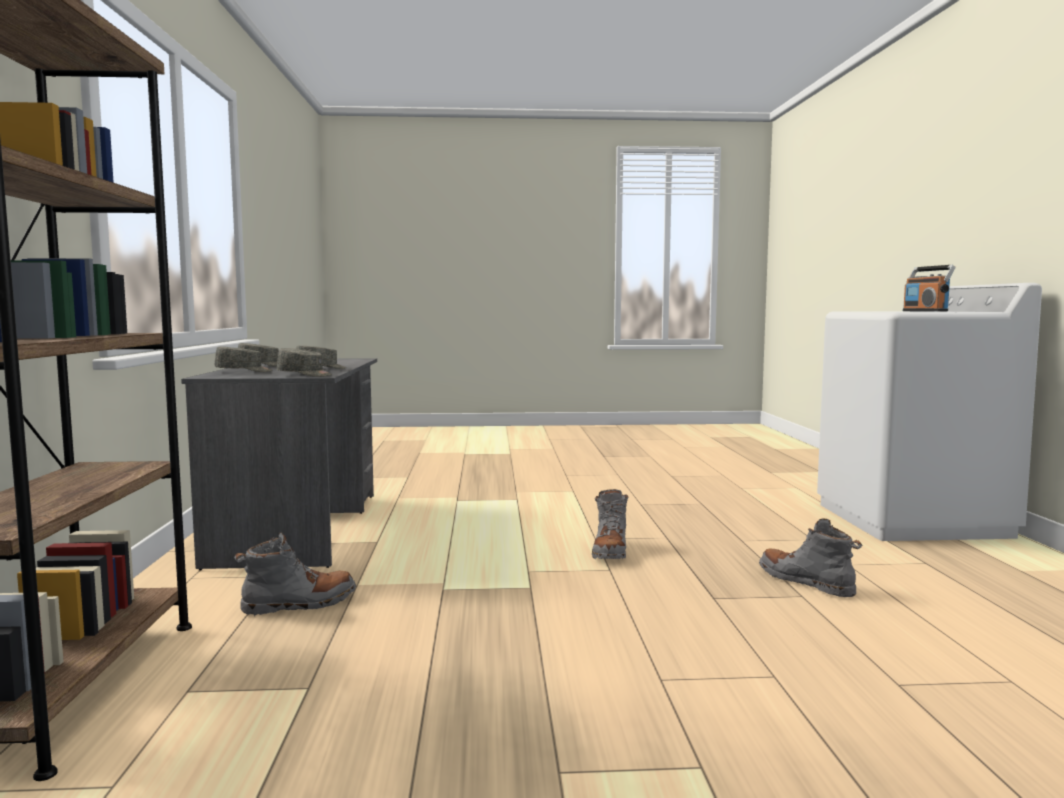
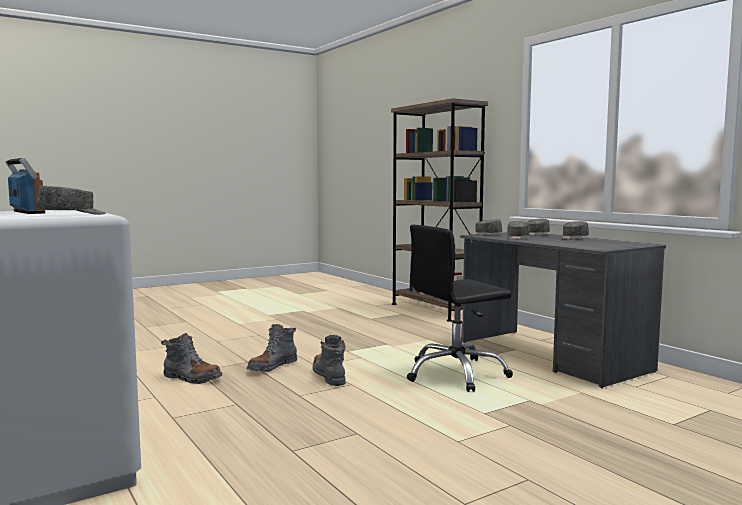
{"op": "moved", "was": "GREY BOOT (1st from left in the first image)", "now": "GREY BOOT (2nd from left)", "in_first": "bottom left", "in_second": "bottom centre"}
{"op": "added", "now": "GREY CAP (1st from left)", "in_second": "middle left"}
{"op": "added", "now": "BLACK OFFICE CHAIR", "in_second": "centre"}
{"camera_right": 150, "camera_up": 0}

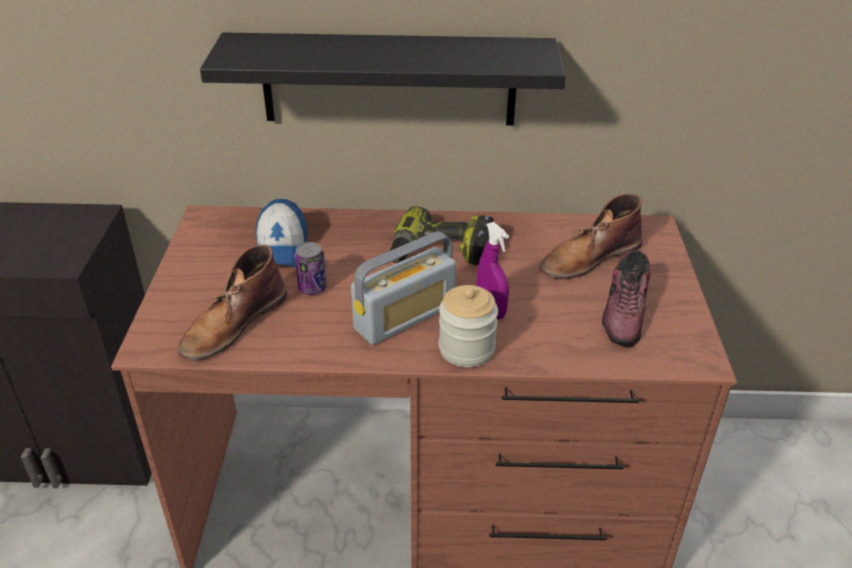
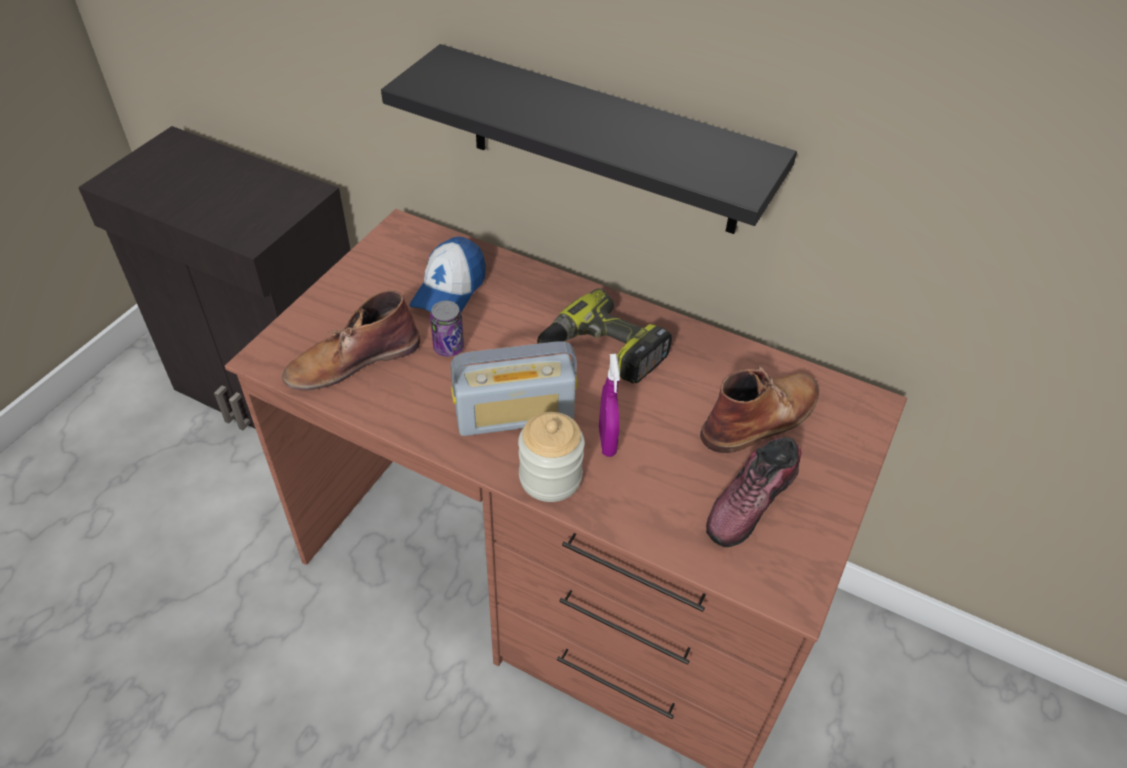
{"op": "turned", "was": "BROWN BOOT (2nd from left)", "in_first": "middle right", "in_second": "middle right", "clockwise": 150}
{"camera_right": 25, "camera_up": 10}

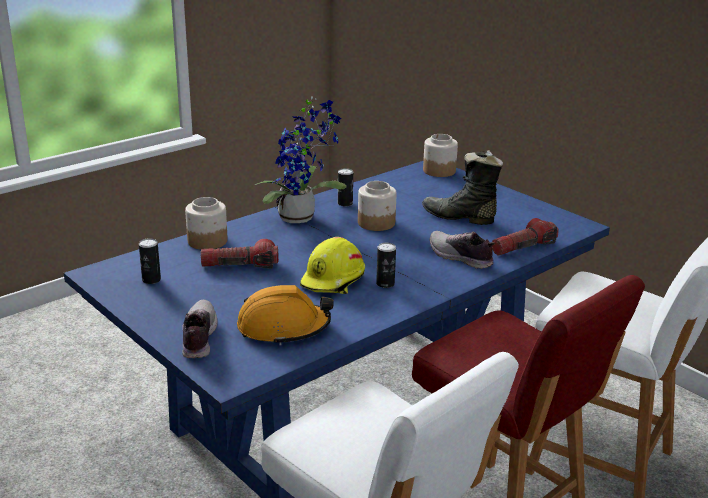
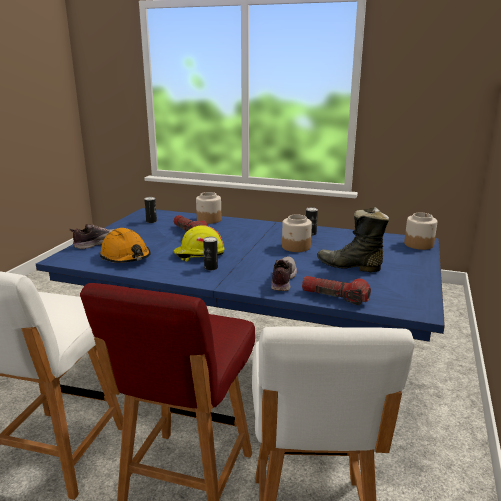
{"op": "removed", "was": "POTTED PLANT", "in_first": "top centre"}
{"op": "turned", "was": "BLACK BOOT", "in_first": "centre", "in_second": "middle right", "clockwise": -60}
{"camera_right": 60, "camera_up": -5}

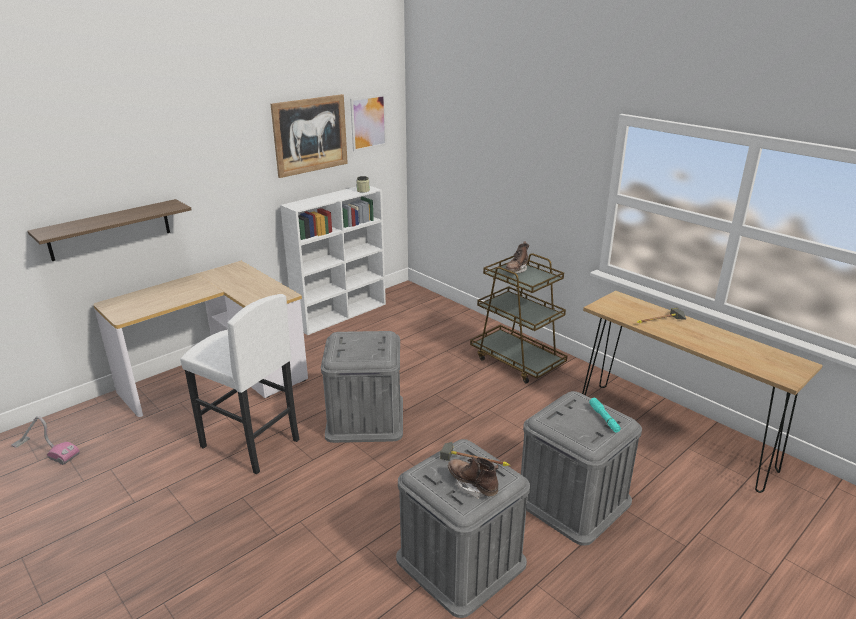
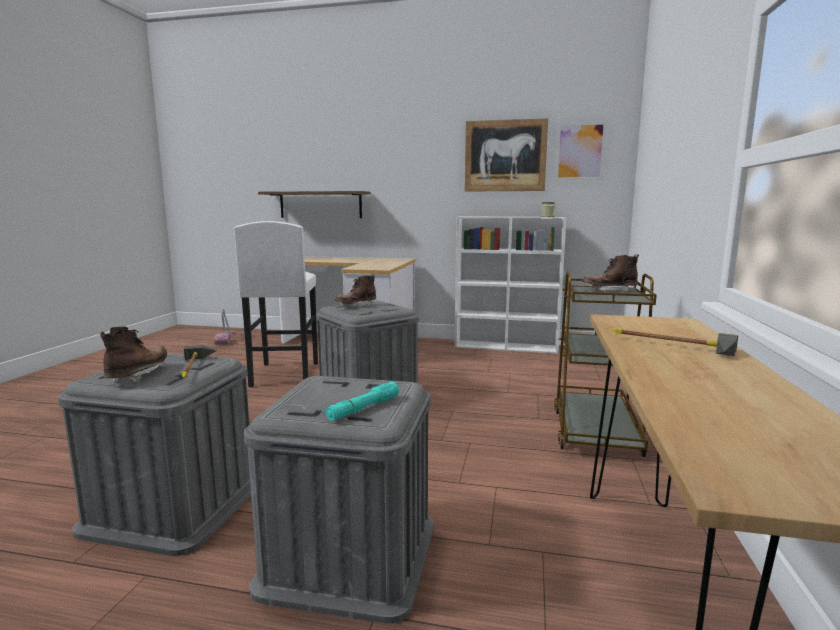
{"op": "added", "now": "BROWN BOOT (2nd from left)", "in_second": "centre"}
{"camera_right": 55, "camera_up": -15}

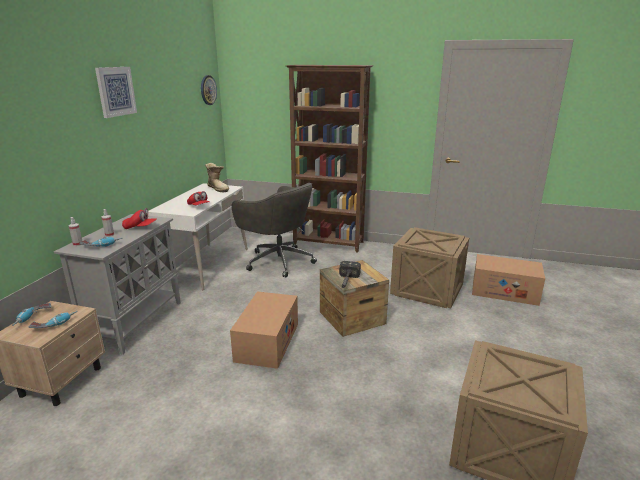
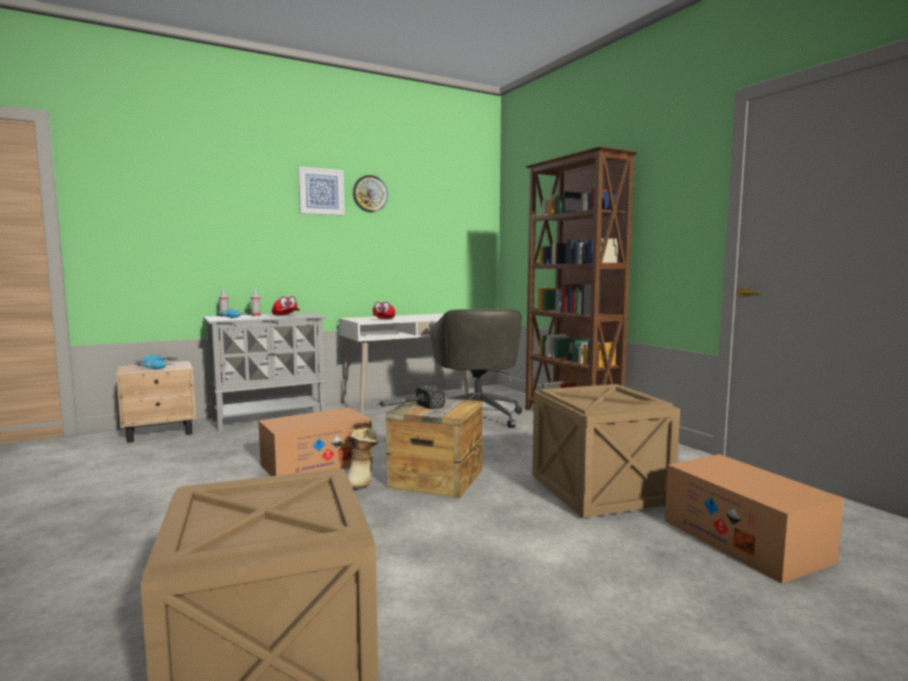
{"op": "moved", "was": "WALL CLOCK", "in_first": "top left", "in_second": "top centre"}
{"op": "moved", "was": "BOOT", "in_first": "centre", "in_second": "bottom centre"}
{"camera_right": 45, "camera_up": -15}

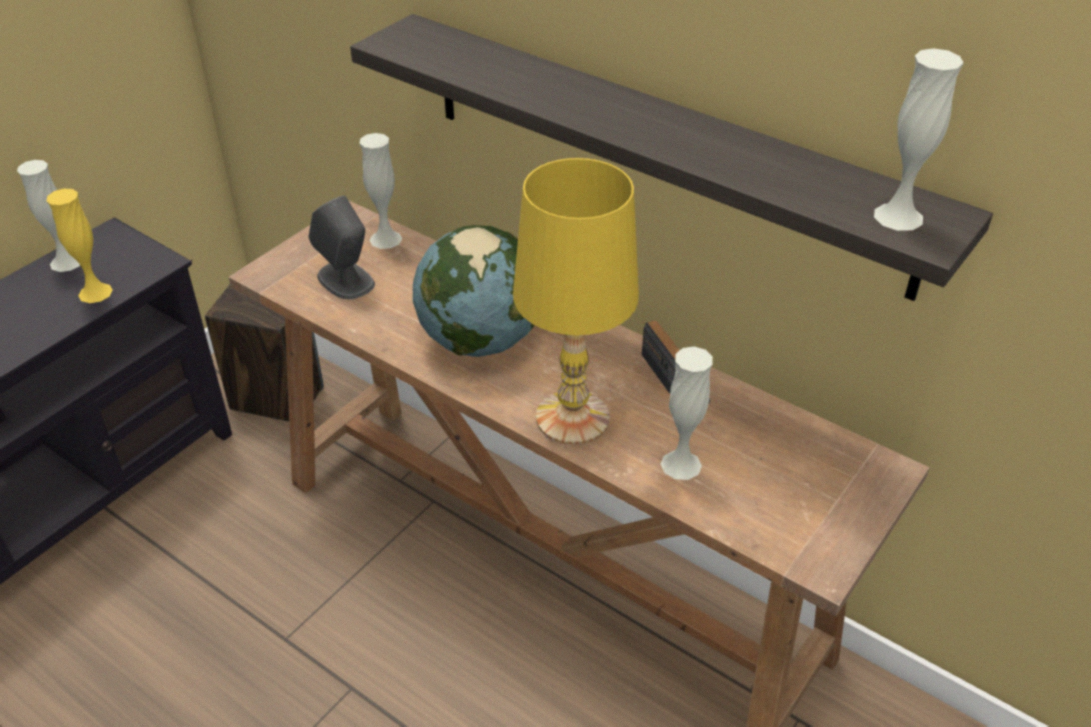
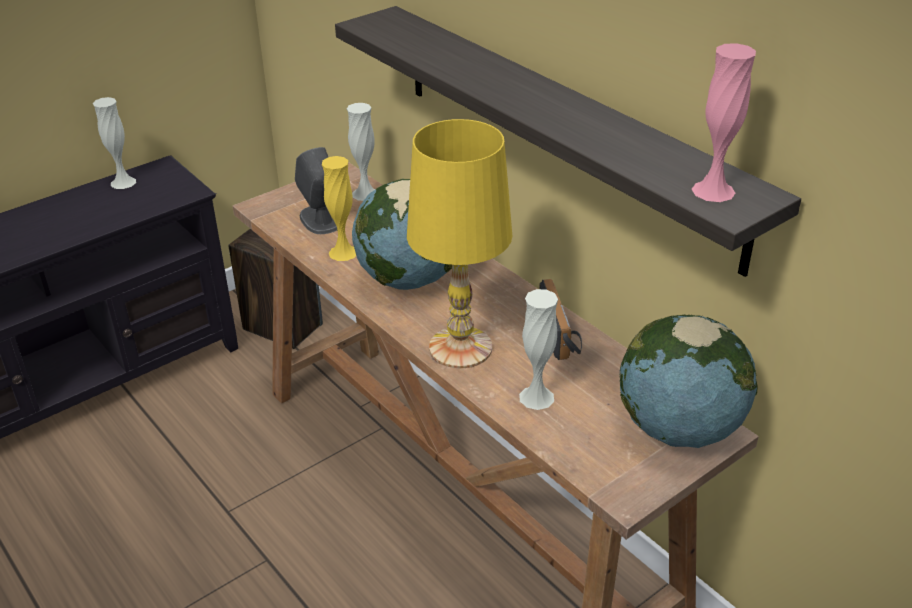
{"op": "moved", "was": "YELLOW VASE", "in_first": "middle left", "in_second": "centre"}
{"op": "recoloured", "was": "WHITE VASE (4th from left)", "now": "PINK VASE", "in_first": "top right", "in_second": "top right"}
{"op": "added", "now": "GLOBE (2nd from left)", "in_second": "middle right"}
{"camera_right": 15, "camera_up": -5}

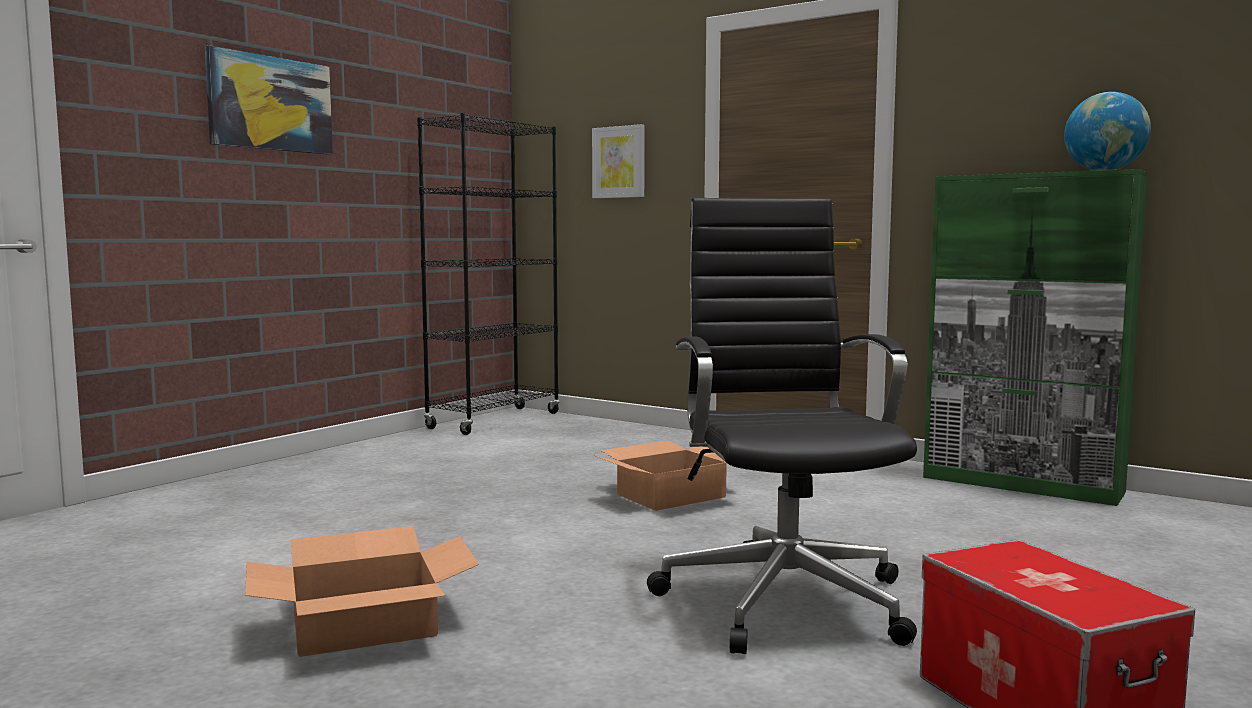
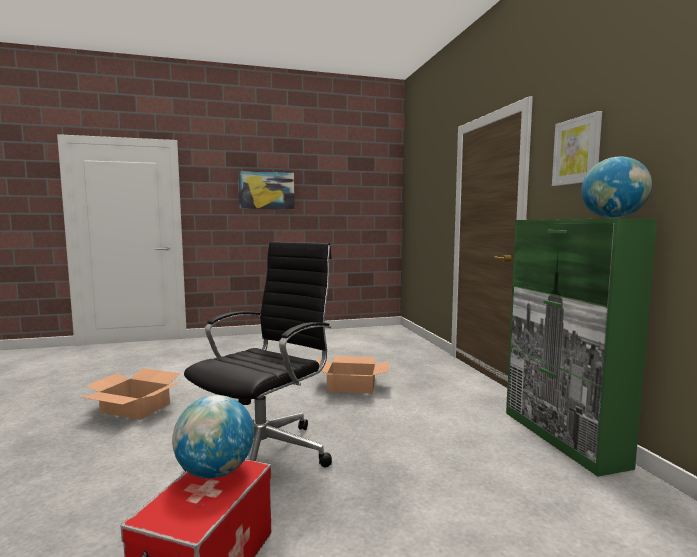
{"op": "removed", "was": "BLACK BOOKCASE", "in_first": "centre"}
{"op": "moved", "was": "PICTURE (2nd from left)", "in_first": "top centre", "in_second": "top right"}
{"op": "added", "now": "GLOBE (1st from left)", "in_second": "bottom left"}
{"camera_right": 40, "camera_up": 0}

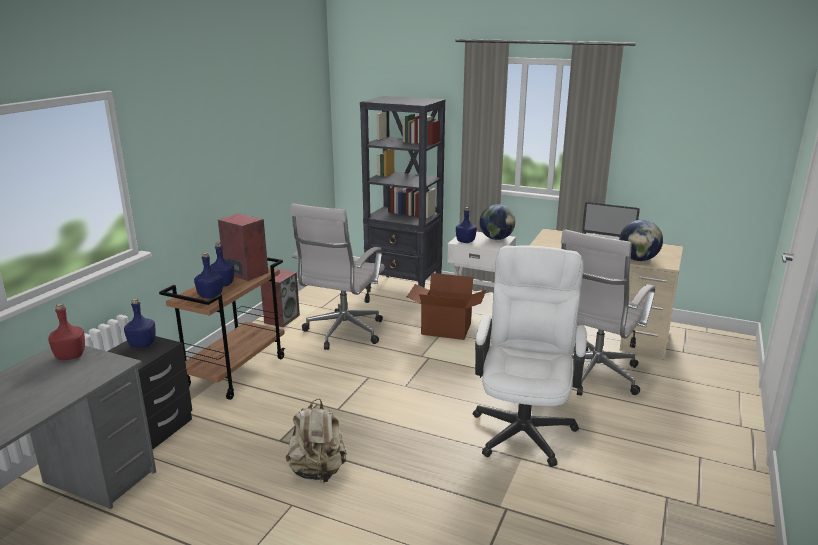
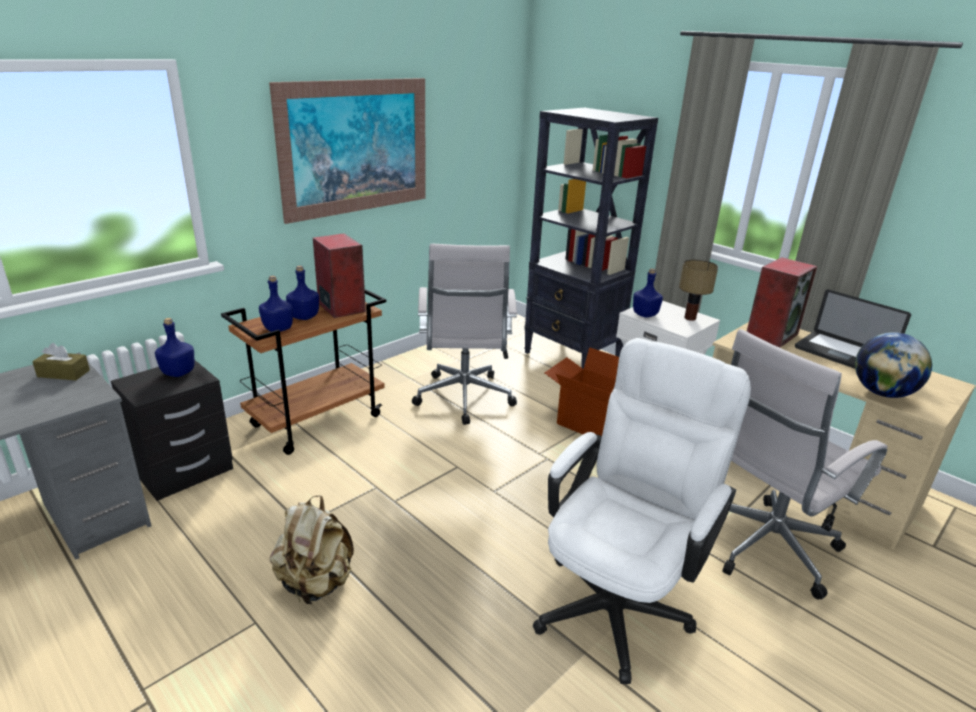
{"op": "replaced", "was": "RED BOTTLE", "now": "BROWN TISSUE BOX", "in_first": "middle left", "in_second": "middle left"}
{"op": "moved", "was": "SPEAKER (2nd from left)", "in_first": "centre", "in_second": "middle right"}
{"op": "turned", "was": "WHITE OFFICE CHAIR (1st from left)", "in_first": "centre", "in_second": "centre", "clockwise": -45}
{"op": "replaced", "was": "GLOBE (1st from left)", "now": "TABLE LAMP", "in_first": "centre", "in_second": "middle right"}
{"op": "added", "now": "PICTURE", "in_second": "top centre"}
{"camera_right": 20, "camera_up": 5}

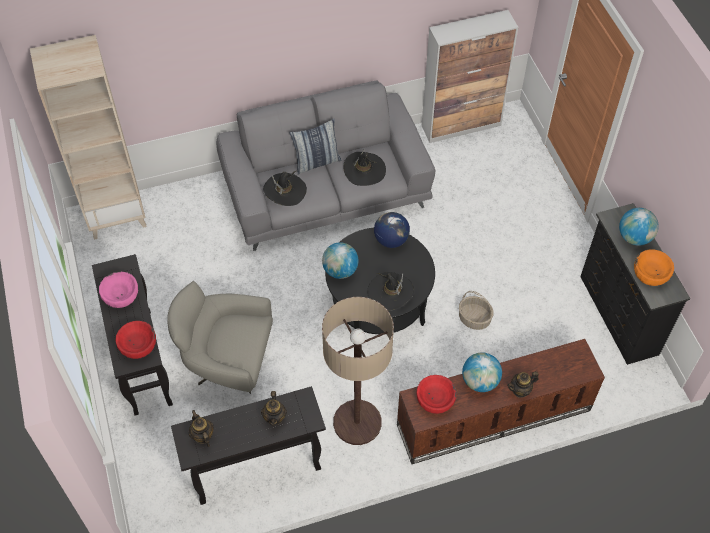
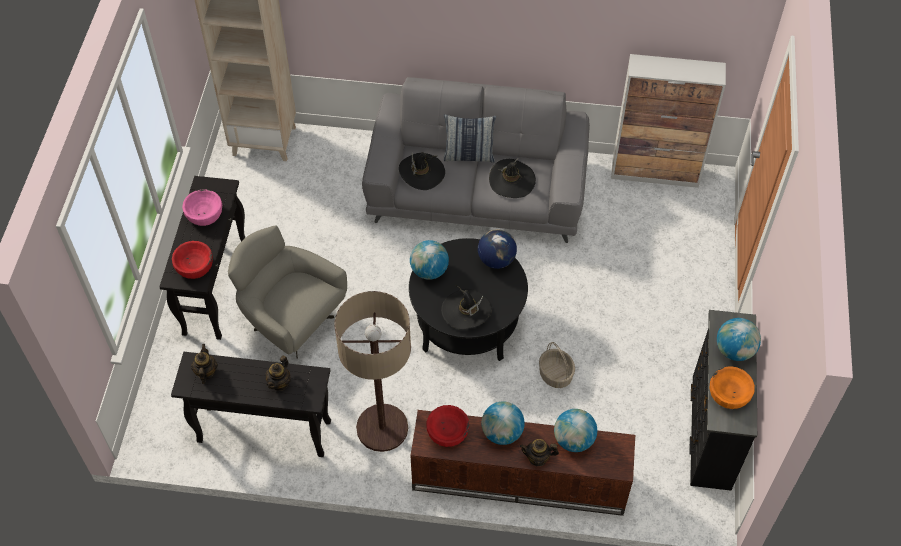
{"op": "added", "now": "GLOBE (4th from left)", "in_second": "bottom centre"}
{"camera_right": 25, "camera_up": 0}

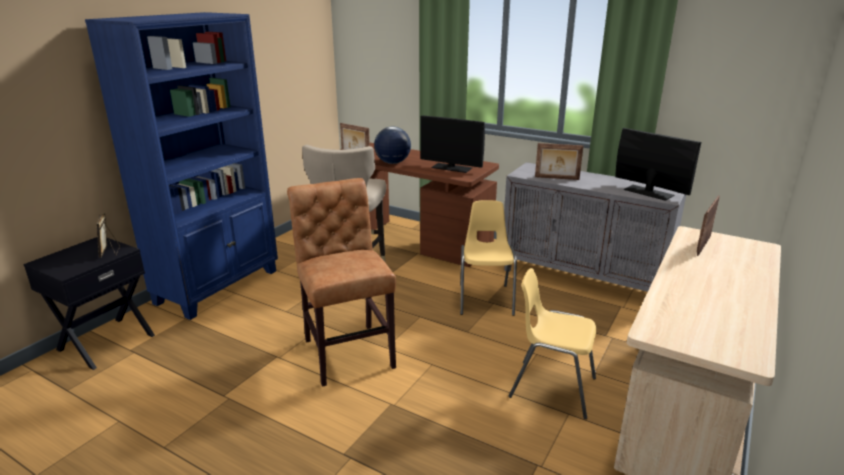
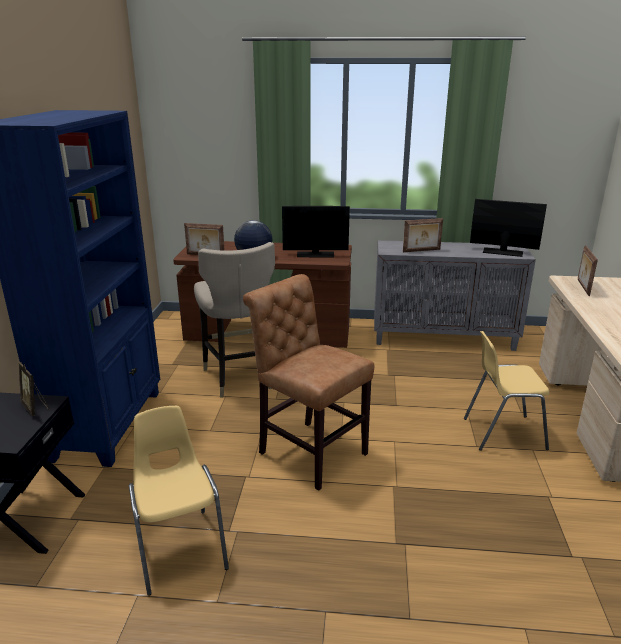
{"op": "moved", "was": "YELLOW CHAIR (1st from left)", "in_first": "centre", "in_second": "bottom left"}
{"camera_right": -25, "camera_up": 0}

